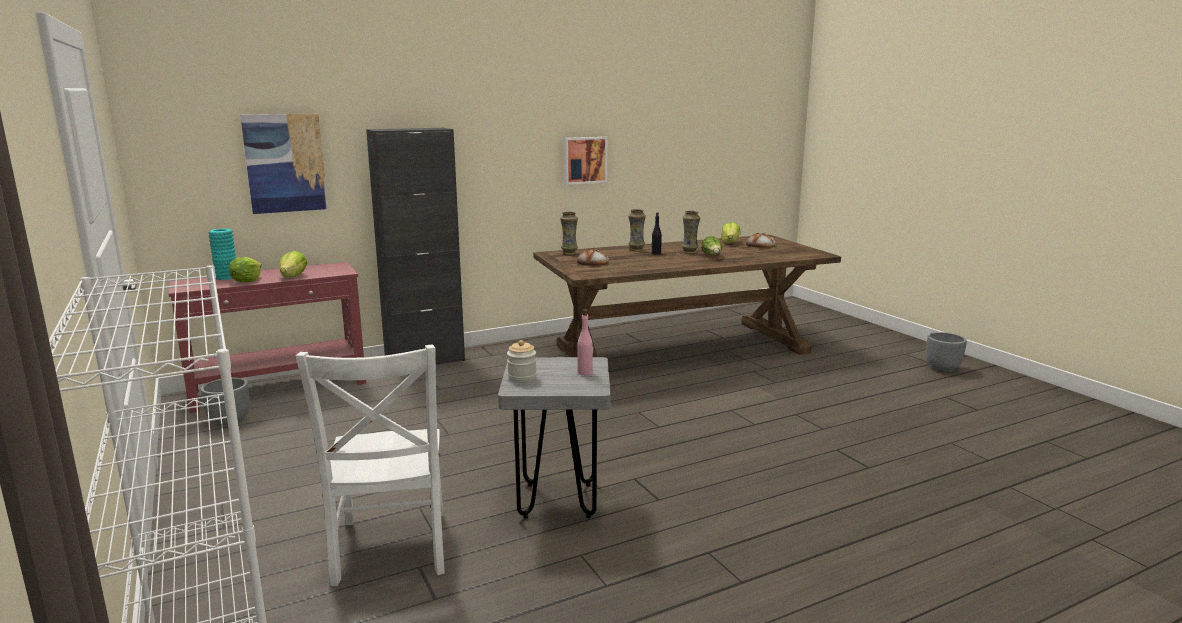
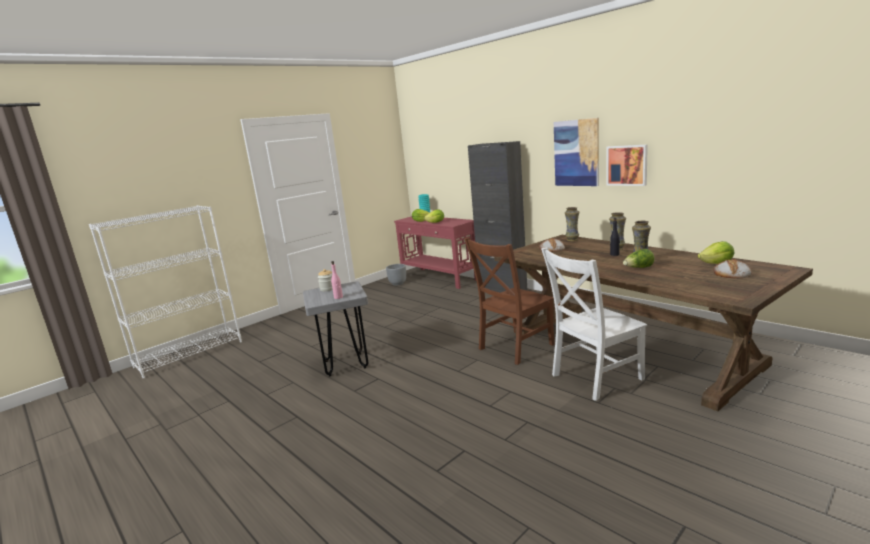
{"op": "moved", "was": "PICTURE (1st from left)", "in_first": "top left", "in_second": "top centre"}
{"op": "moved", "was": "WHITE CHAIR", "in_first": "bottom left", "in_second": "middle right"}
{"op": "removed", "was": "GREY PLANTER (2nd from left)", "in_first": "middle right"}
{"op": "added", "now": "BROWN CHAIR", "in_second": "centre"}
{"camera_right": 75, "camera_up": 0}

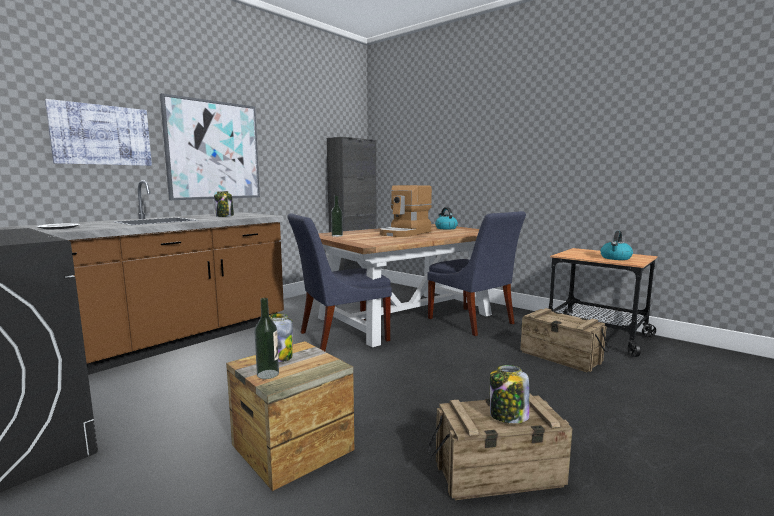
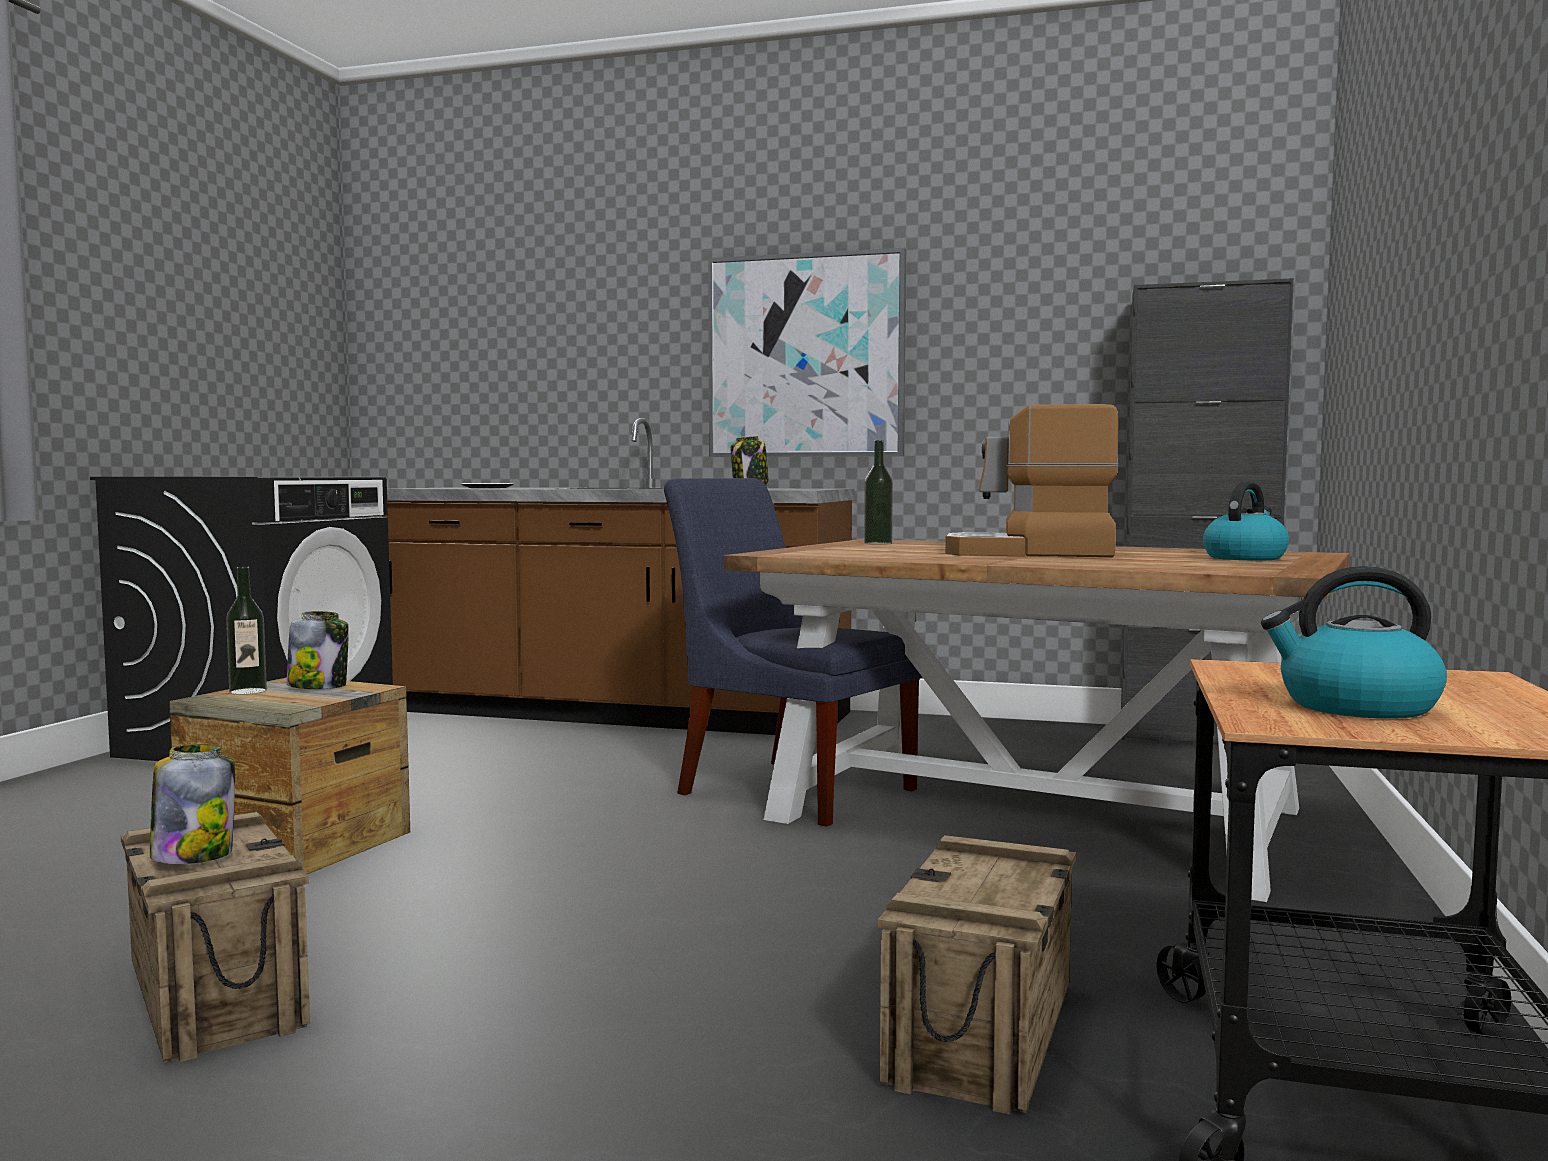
{"op": "removed", "was": "PICTURE (1st from left)", "in_first": "top left"}
{"op": "removed", "was": "BLUE CHAIR (2nd from left)", "in_first": "centre"}
{"camera_right": 65, "camera_up": -5}

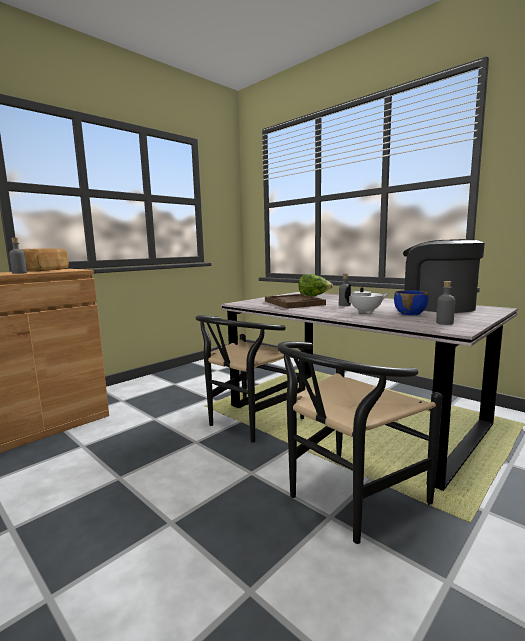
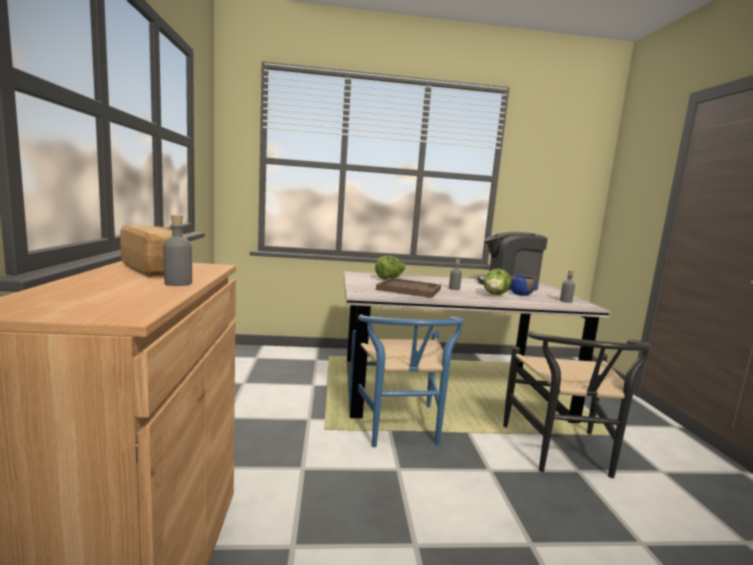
{"op": "recoloured", "was": "BLACK CHAIR (1st from left)", "now": "BLUE CHAIR", "in_first": "centre", "in_second": "bottom centre"}
{"op": "replaced", "was": "WHITE TEAPOT", "now": "LETTUCE (2nd from left)", "in_first": "middle right", "in_second": "centre"}
{"camera_right": -50, "camera_up": 0}

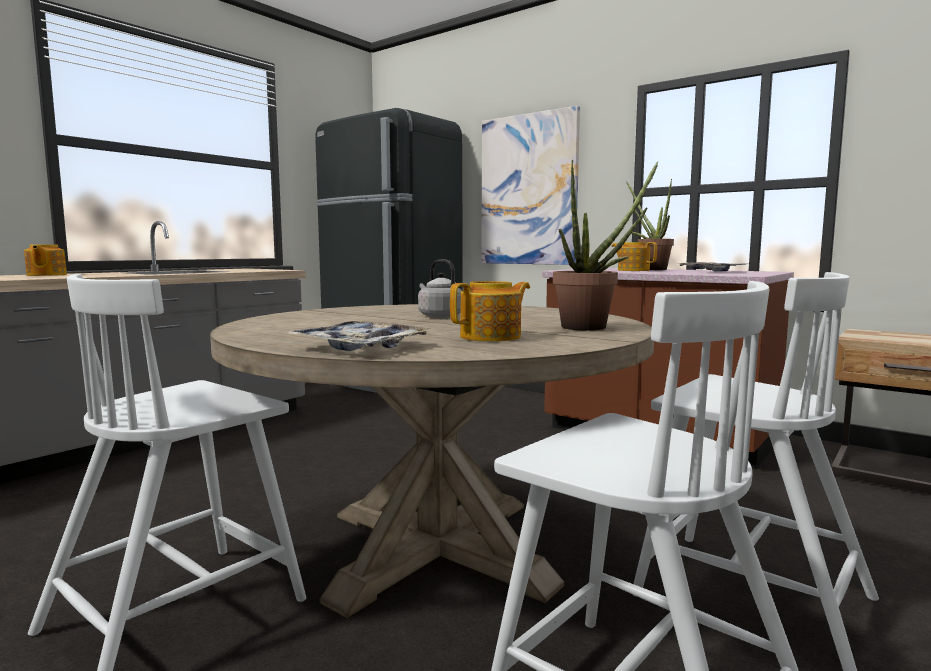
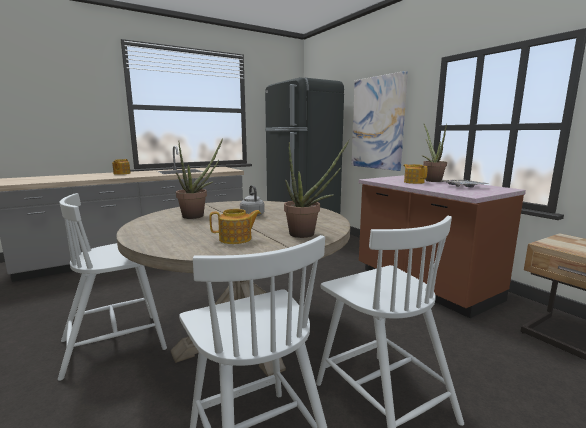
{"op": "removed", "was": "TRAY (1st from left)", "in_first": "centre"}
{"op": "added", "now": "POTTED PLANT (1st from left)", "in_second": "centre"}
{"camera_right": 20, "camera_up": 5}

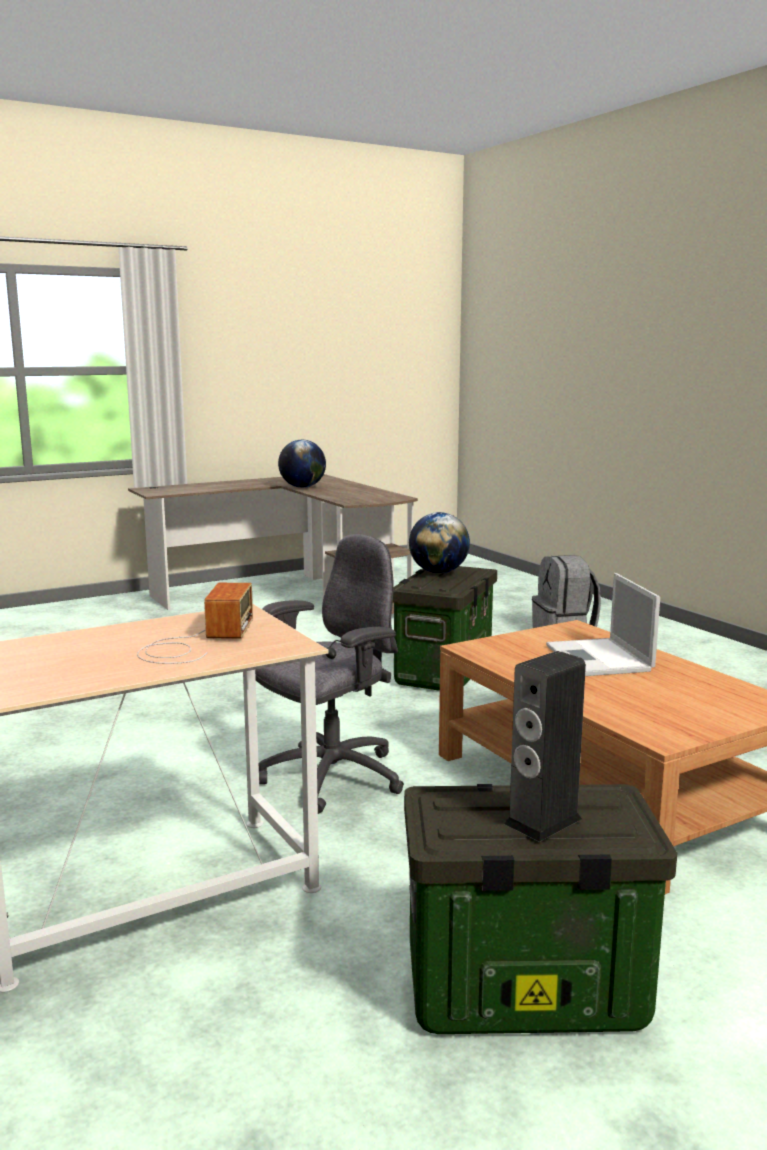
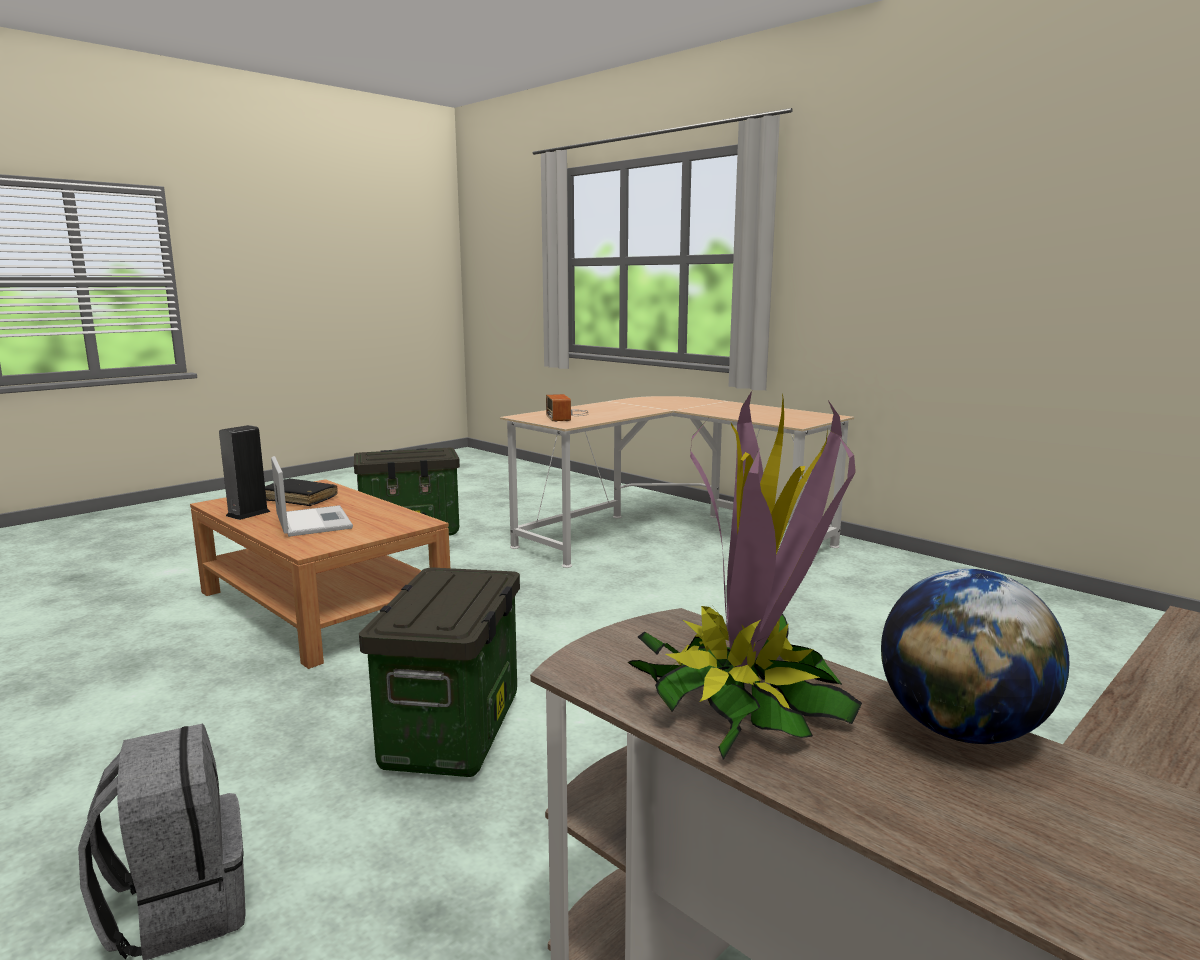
{"op": "removed", "was": "GREY OFFICE CHAIR", "in_first": "centre"}
{"op": "removed", "was": "GLOBE (2nd from left)", "in_first": "centre"}
{"op": "moved", "was": "SPEAKER", "in_first": "middle right", "in_second": "middle left"}
{"op": "added", "now": "BLACK BOOK", "in_second": "middle left"}
{"op": "added", "now": "POTTED PLANT", "in_second": "centre"}
{"camera_right": 165, "camera_up": 0}

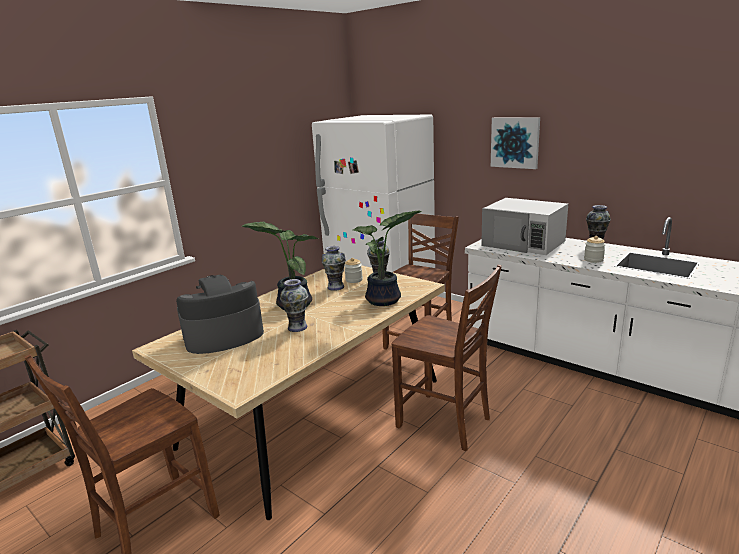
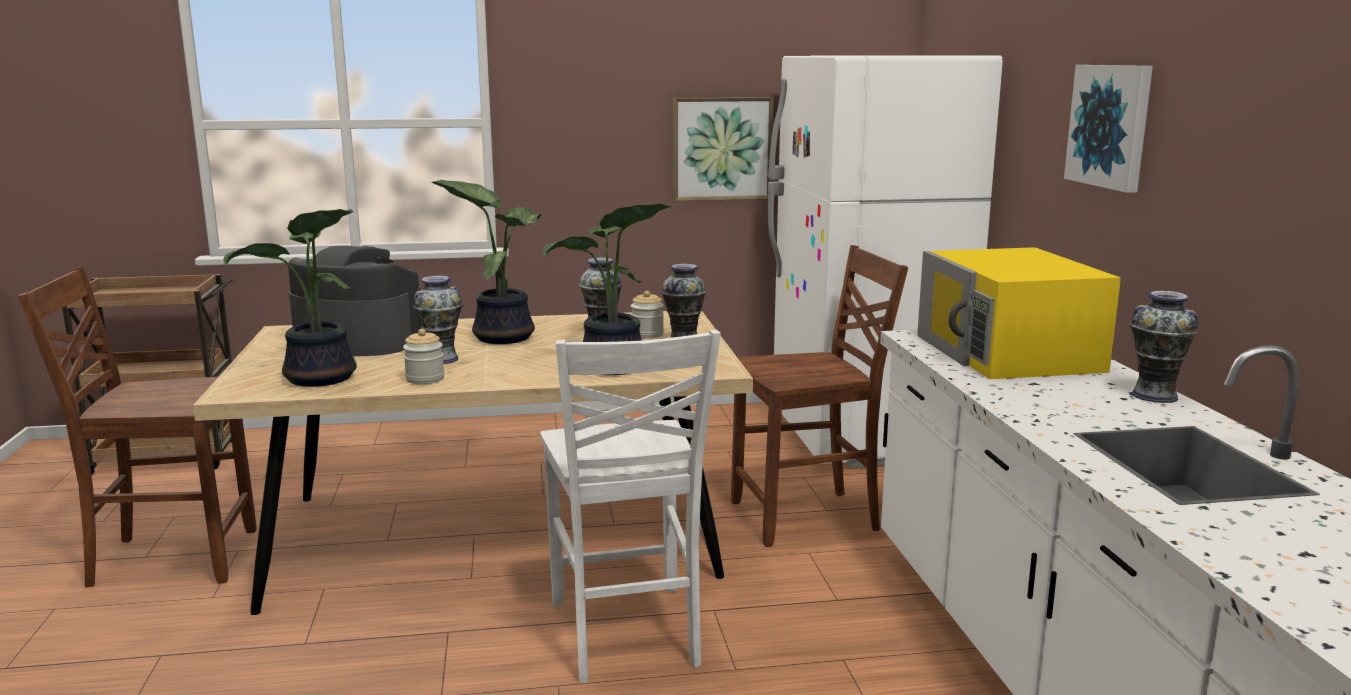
{"op": "recoloured", "was": "BROWN CHAIR (3rd from left)", "now": "WHITE CHAIR", "in_first": "centre", "in_second": "bottom centre"}
{"op": "recoloured", "was": "WHITE MICROWAVE", "now": "YELLOW MICROWAVE", "in_first": "middle right", "in_second": "middle right"}
{"op": "moved", "was": "JAR (2nd from left in the first image)", "now": "JAR (1st from left)", "in_first": "middle right", "in_second": "middle left"}
{"op": "added", "now": "POTTED PLANT (1st from left)", "in_second": "middle left"}
{"op": "added", "now": "PICTURE (1st from left)", "in_second": "top centre"}
{"camera_right": 40, "camera_up": -5}

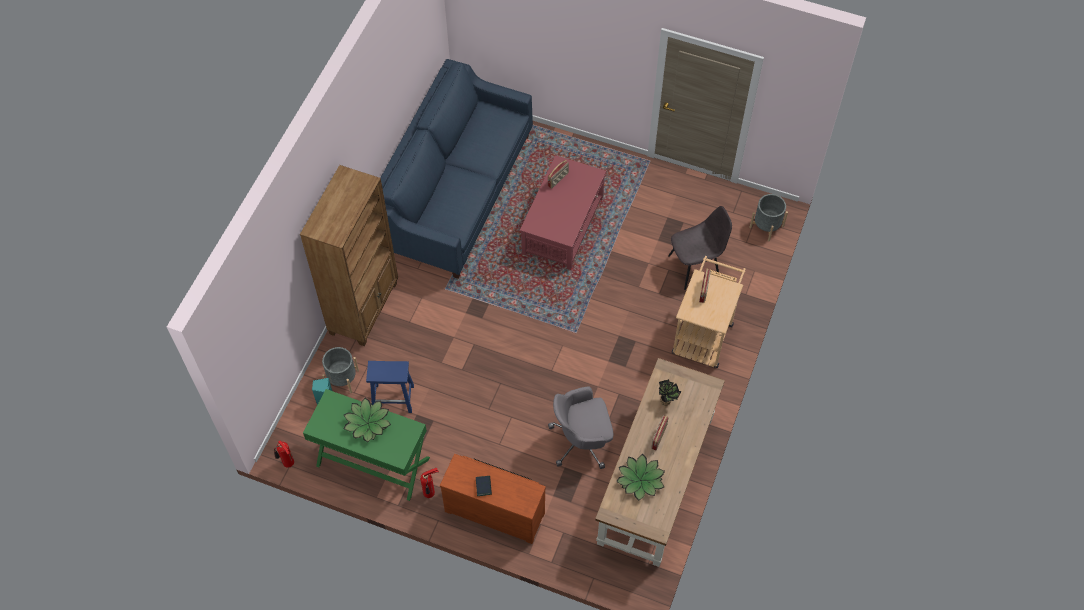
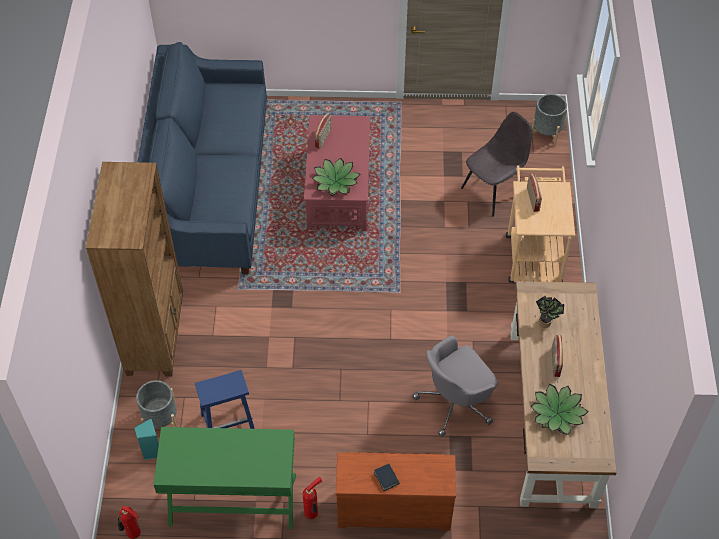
{"op": "moved", "was": "POTTED PLANT (1st from left)", "in_first": "bottom centre", "in_second": "top centre"}
{"camera_right": -20, "camera_up": -5}

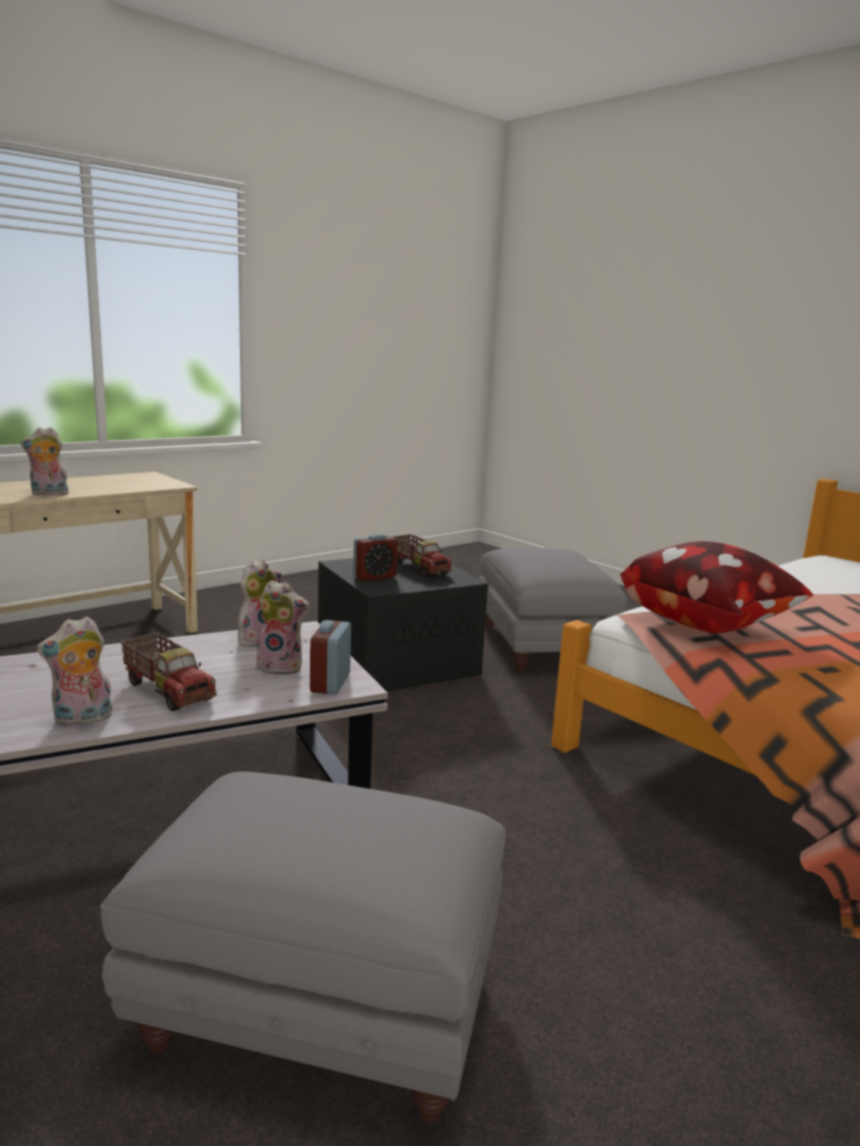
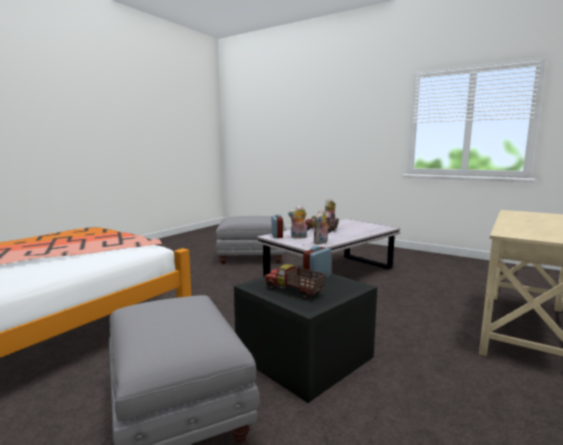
{"op": "removed", "was": "PLUSH TOY (1st from left)", "in_first": "middle left"}
{"op": "removed", "was": "PILLOW", "in_first": "middle right"}
{"camera_right": 165, "camera_up": -5}

